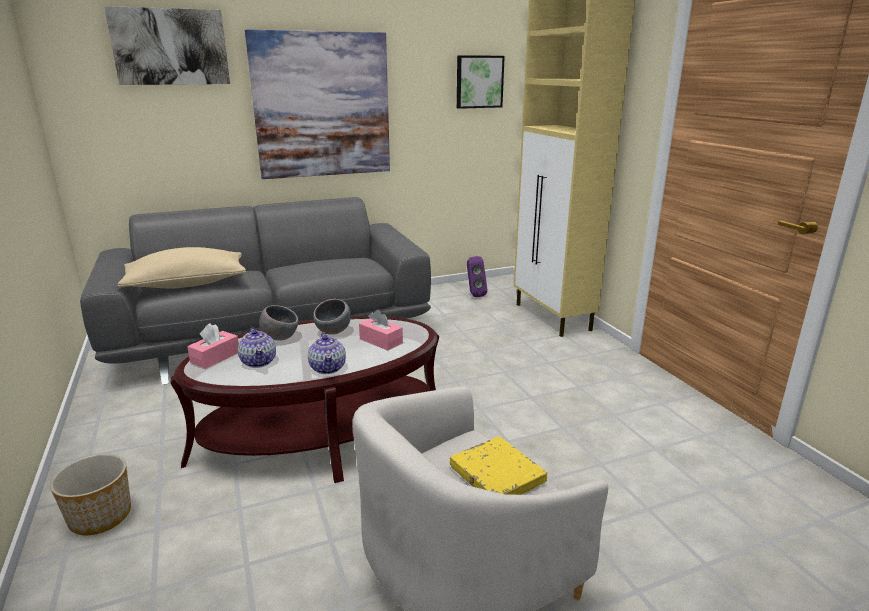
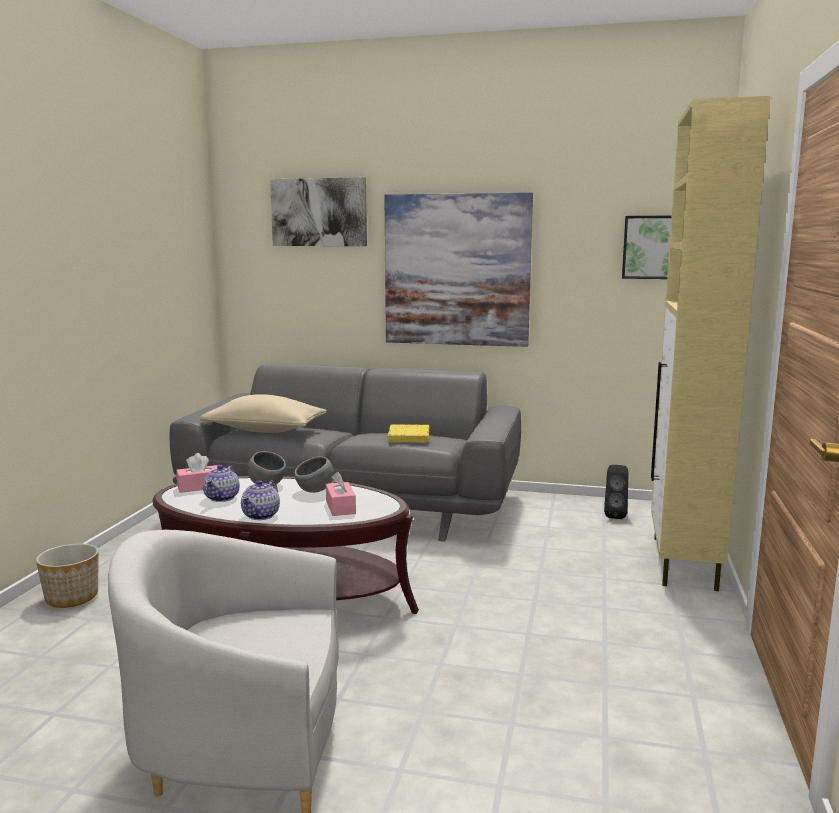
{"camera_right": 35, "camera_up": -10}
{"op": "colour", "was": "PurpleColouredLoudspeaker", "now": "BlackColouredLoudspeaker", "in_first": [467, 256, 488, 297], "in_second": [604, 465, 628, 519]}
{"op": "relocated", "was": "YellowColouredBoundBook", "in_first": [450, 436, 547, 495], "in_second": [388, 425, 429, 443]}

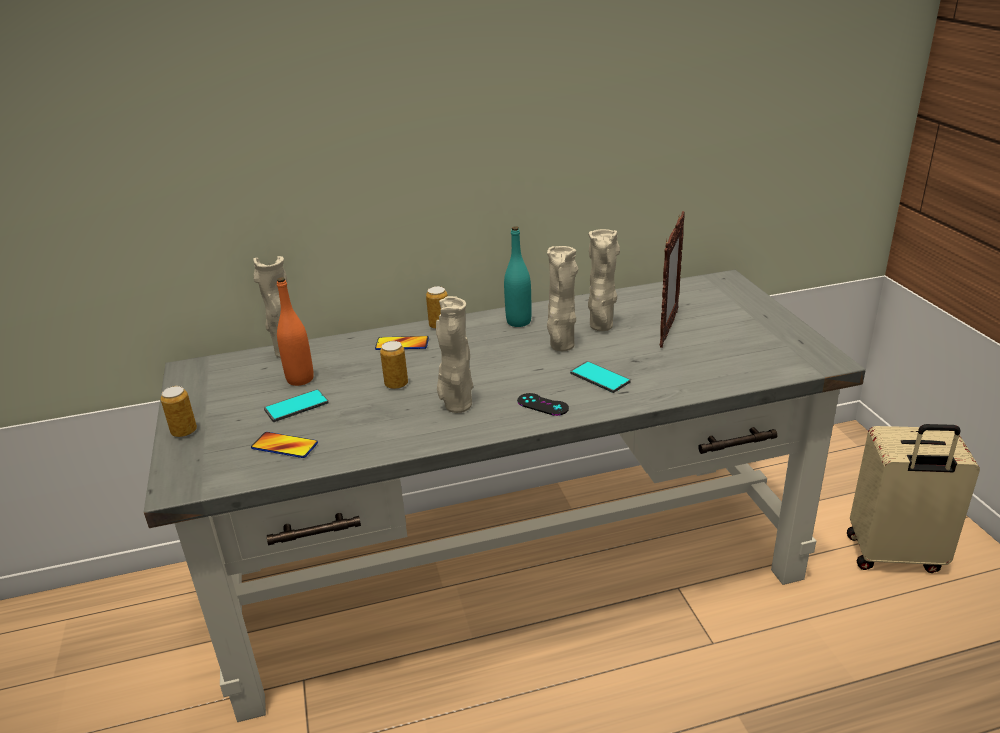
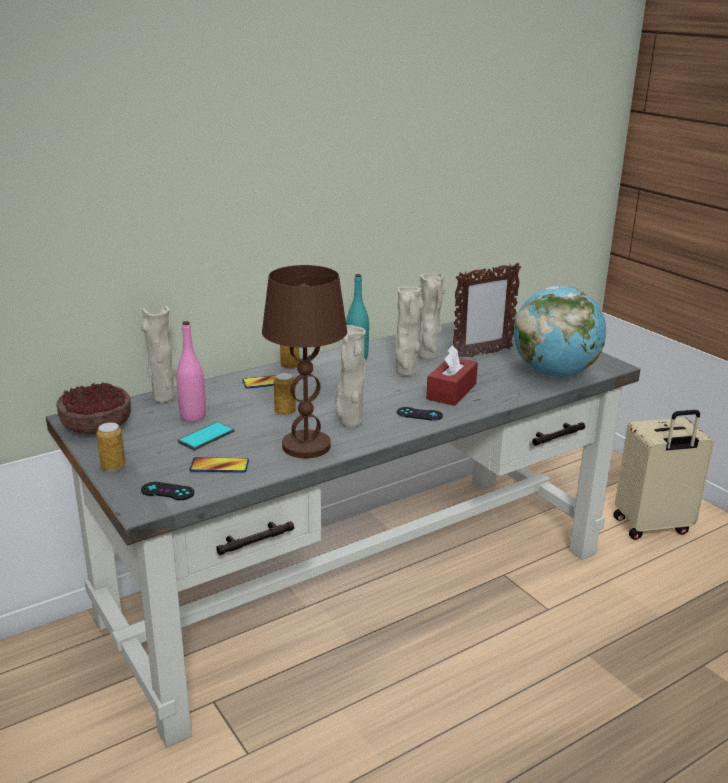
{"camera_right": -20, "camera_up": -5}
{"op": "spun", "was": "PictureFrame", "in_first": [660, 211, 685, 348], "in_second": [453, 263, 521, 357], "clockwise": 60}
{"op": "colour", "was": "OrangeColouredDrinkBottle", "now": "PinkishDrinkBottle", "in_first": [277, 277, 314, 386], "in_second": [176, 321, 206, 422]}
{"op": "exchanged", "was": "Handset", "now": "RedBoxOfTissues", "in_first": [570, 361, 631, 393], "in_second": [426, 345, 478, 406]}
{"op": "appeared", "now": "BrownishTableLamp", "in_second": [262, 265, 347, 458]}
{"op": "appeared", "now": "WorldGlobe", "in_second": [514, 286, 606, 377]}
{"op": "appeared", "now": "ServingBowl", "in_second": [57, 382, 131, 434]}
{"op": "appeared", "now": "BlackColouredGamepad", "in_second": [141, 482, 194, 500]}

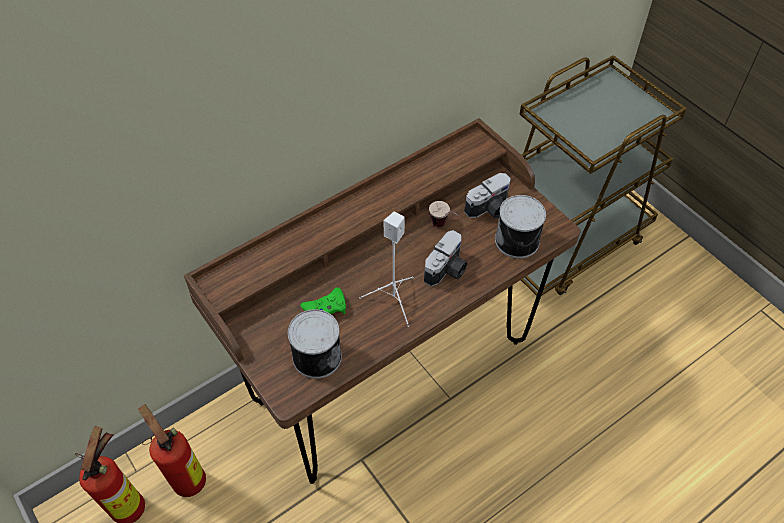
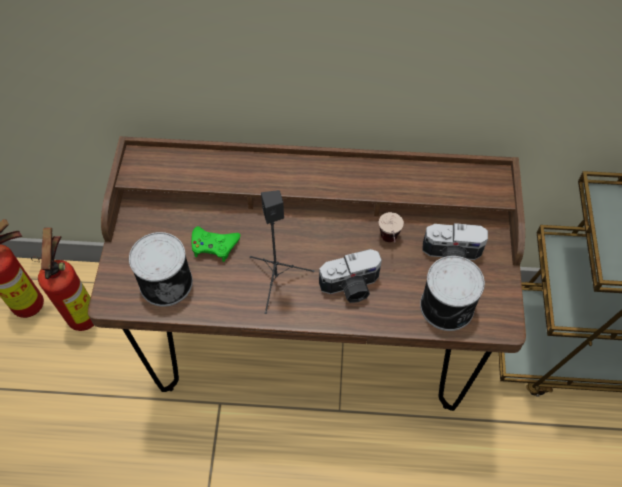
{"camera_right": 40, "camera_up": 5}
{"op": "colour", "was": "WhiteColouredLoudspeaker", "now": "BlackColouredLoudspeaker", "in_first": [359, 211, 413, 327], "in_second": [250, 190, 314, 314]}

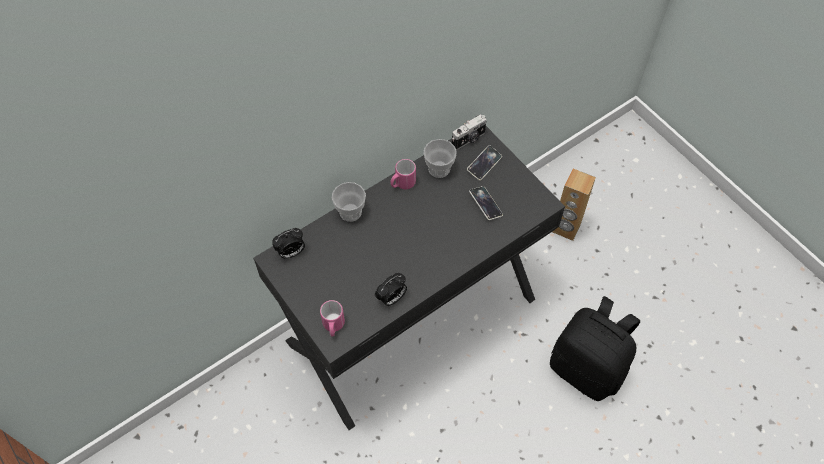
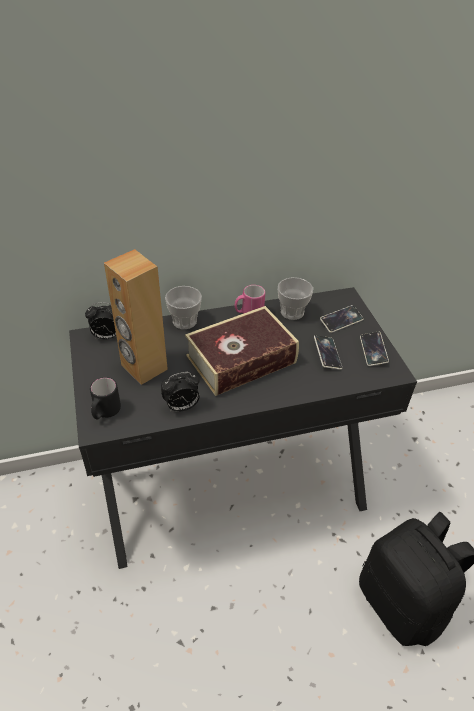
{"camera_right": 20, "camera_up": -15}
{"op": "missing", "was": "PhotoCamera", "in_first": [452, 114, 487, 150]}
{"op": "relocated", "was": "BrownishLoudspeaker", "in_first": [552, 168, 596, 241], "in_second": [104, 249, 168, 385]}
{"op": "colour", "was": "PinkishMug", "now": "BlackColouredMug", "in_first": [320, 300, 345, 337], "in_second": [90, 377, 121, 419]}
{"op": "appeared", "now": "BoundBook", "in_second": [185, 306, 299, 396]}
{"op": "appeared", "now": "Handset", "in_second": [360, 332, 389, 366]}

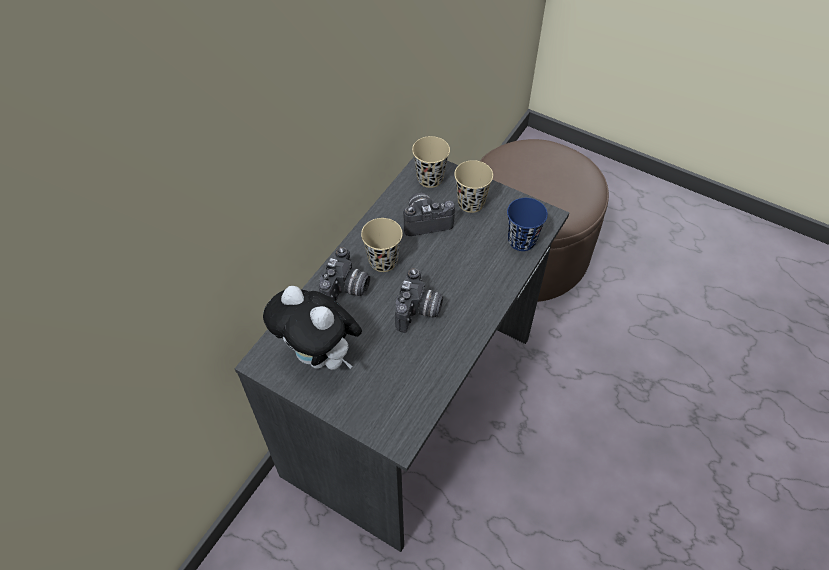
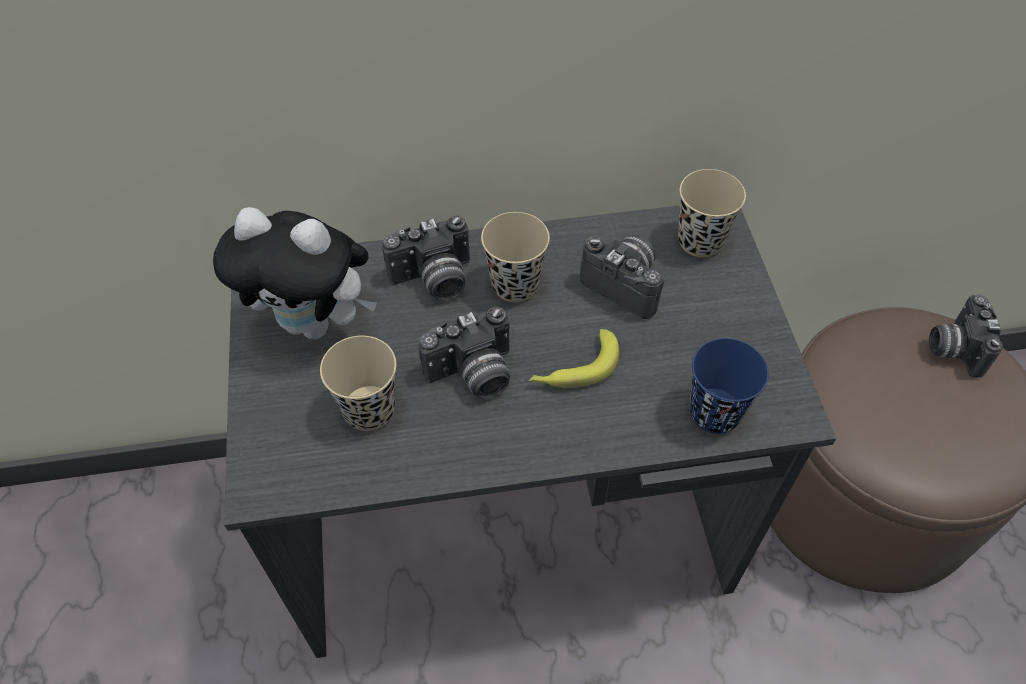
{"camera_right": 50, "camera_up": 0}
{"op": "relocated", "was": "SandColouredCup", "in_first": [454, 160, 493, 213], "in_second": [320, 336, 396, 431]}
{"op": "spun", "was": "PlushToy", "in_first": [263, 286, 362, 370], "in_second": [213, 207, 377, 340], "clockwise": -75}
{"op": "appeared", "now": "PhotoCamera", "in_second": [929, 294, 1003, 378]}
{"op": "appeared", "now": "Banana", "in_second": [529, 329, 619, 388]}

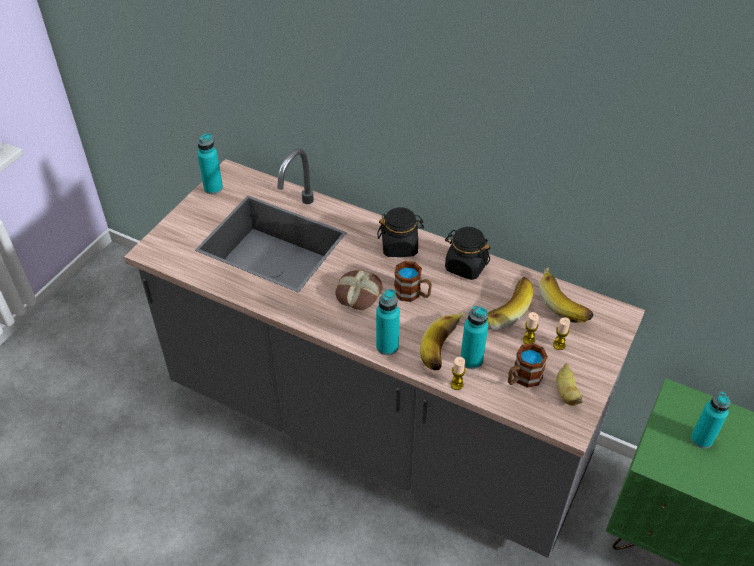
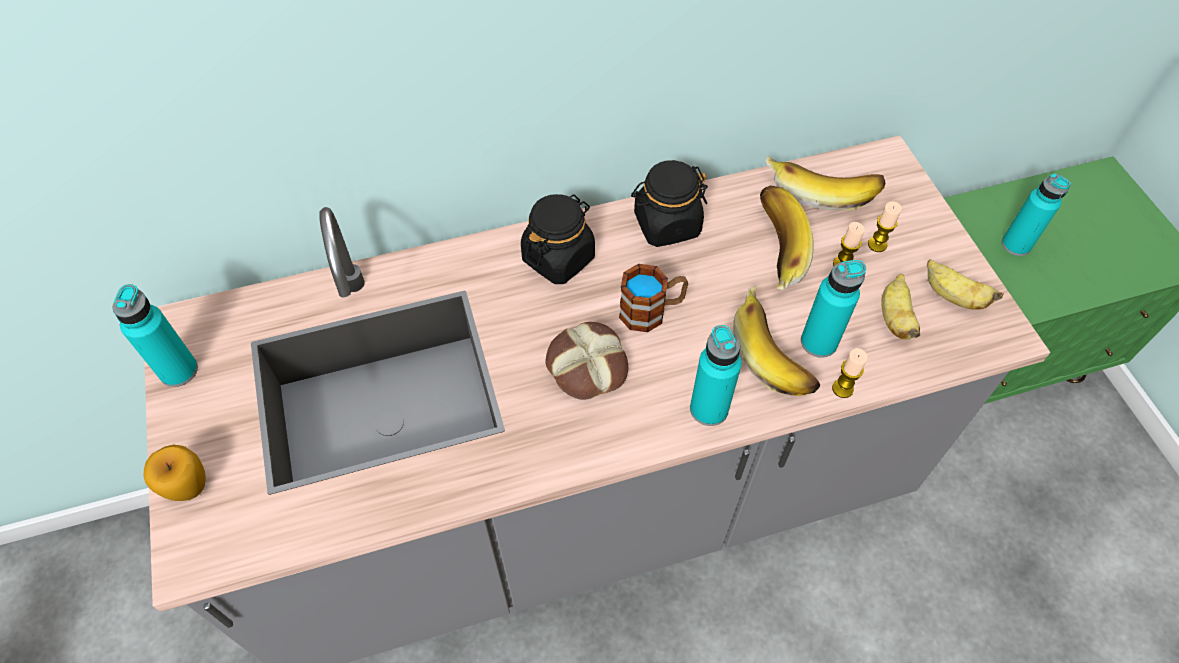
{"camera_right": -45, "camera_up": 10}
{"op": "exchanged", "was": "Mug", "now": "Banana", "in_first": [508, 343, 548, 388], "in_second": [881, 274, 920, 340]}
{"op": "appeared", "now": "WholeApple", "in_second": [144, 444, 206, 501]}

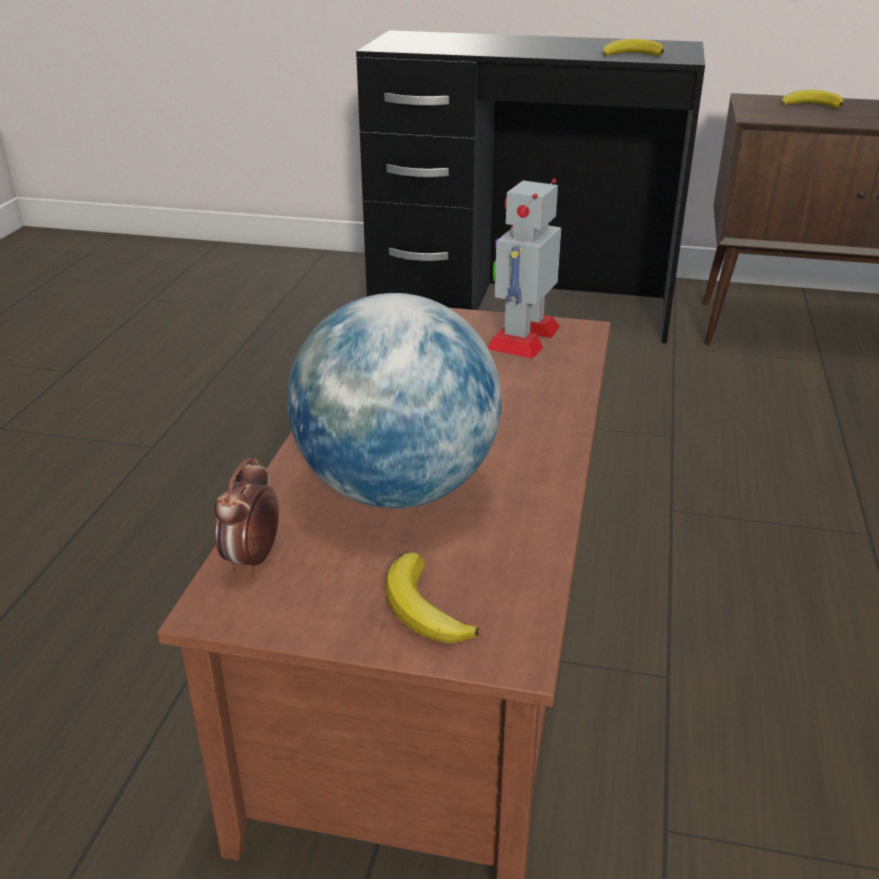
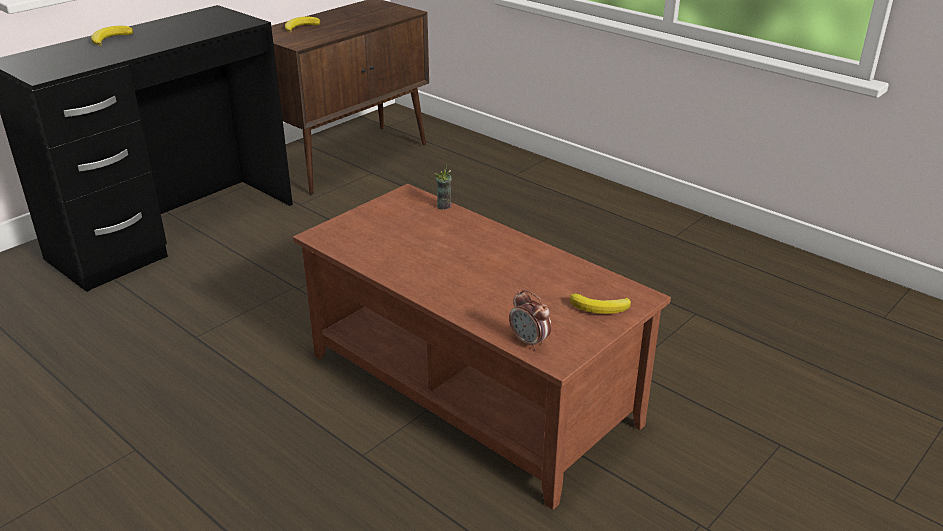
{"camera_right": -60, "camera_up": 0}
{"op": "relocated", "was": "Banana", "in_first": [603, 39, 664, 57], "in_second": [91, 26, 133, 46]}
{"op": "missing", "was": "RobotFigure", "in_first": [487, 179, 561, 359]}
{"op": "missing", "was": "WorldGlobe", "in_first": [287, 293, 502, 509]}
{"op": "appeared", "now": "Cup", "in_second": [434, 163, 452, 210]}

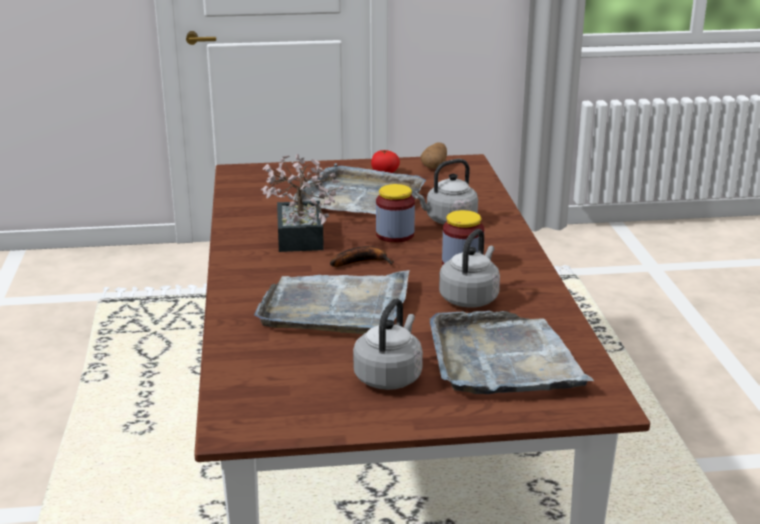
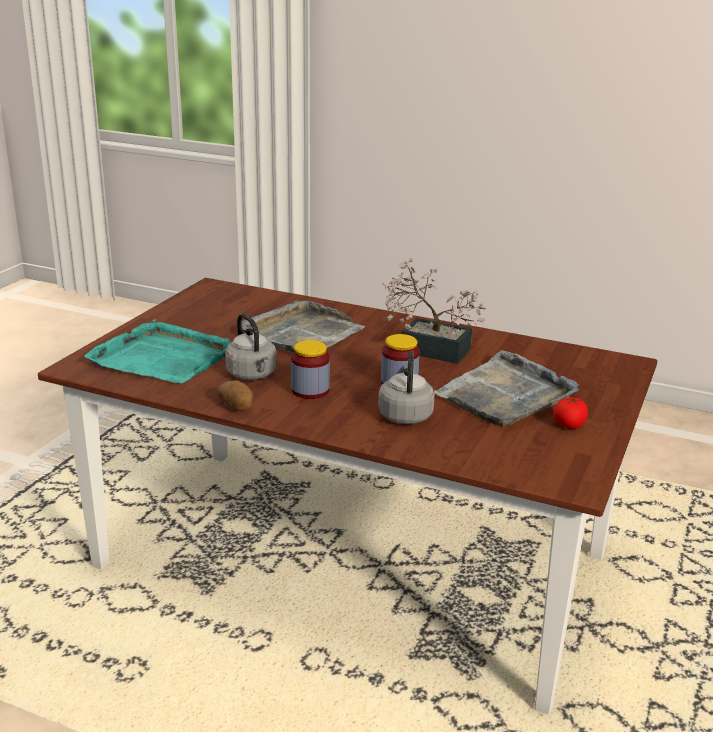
{"camera_right": 120, "camera_up": 0}
{"op": "relocated", "was": "Spud", "in_first": [421, 143, 447, 169], "in_second": [217, 380, 253, 411]}
{"op": "missing", "was": "Banana", "in_first": [330, 246, 394, 267]}
{"op": "missing", "was": "GrayTeaKettle", "in_first": [353, 298, 423, 390]}
{"op": "colour", "was": "GrayServingTray", "now": "BlueGreenServingTray", "in_first": [429, 311, 594, 394], "in_second": [84, 320, 231, 383]}

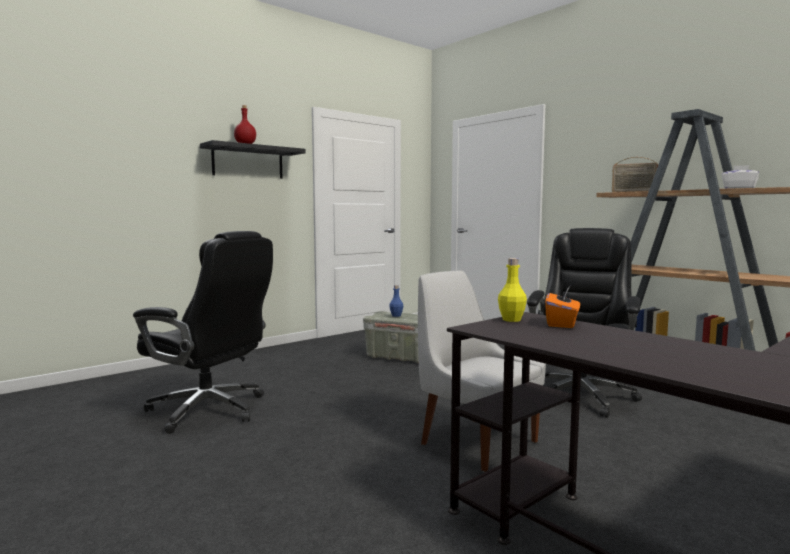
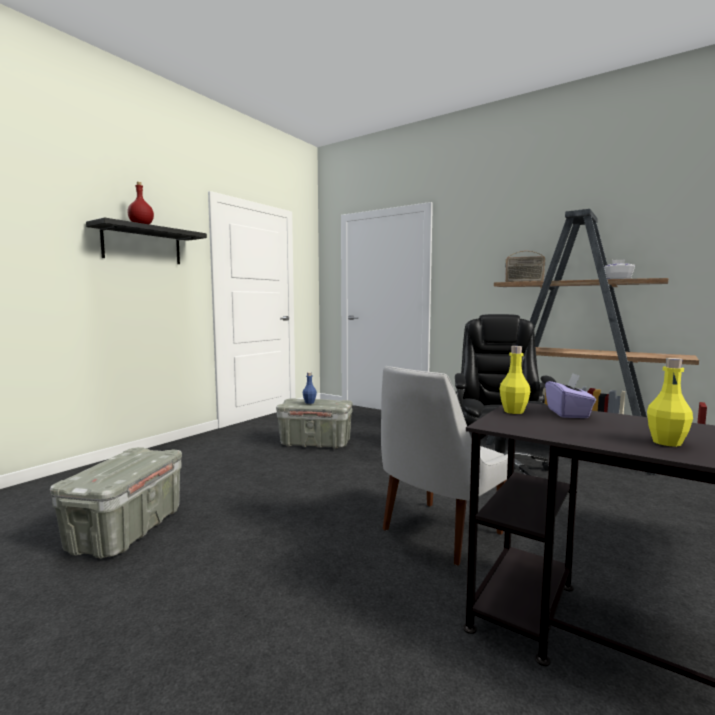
{"camera_right": -15, "camera_up": 0}
{"op": "exchanged", "was": "BlackColouredComputerChair", "now": "GrayStorageBin", "in_first": [133, 231, 273, 434], "in_second": [50, 447, 182, 559]}
{"op": "spun", "was": "WhiteColouredUprightChair", "in_first": [418, 271, 546, 472], "in_second": [381, 366, 508, 566], "clockwise": -75}
{"op": "colour", "was": "OrangeColouredBoxOfTissues", "now": "PurpleColouredBoxOfTissues", "in_first": [545, 286, 580, 328], "in_second": [545, 373, 596, 418]}
{"op": "appeared", "now": "YellowColouredDrinkBottle", "in_second": [647, 358, 693, 447]}

